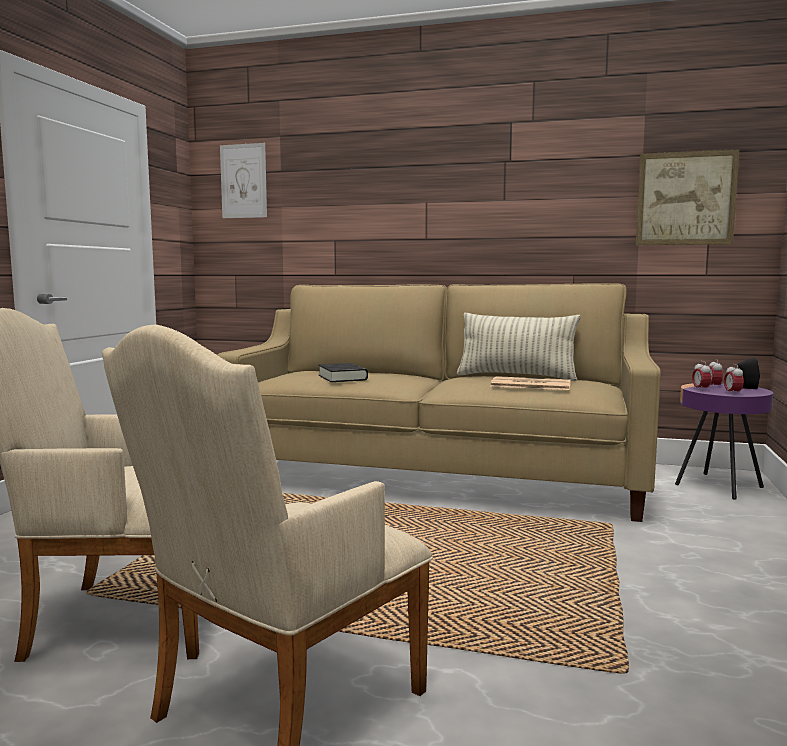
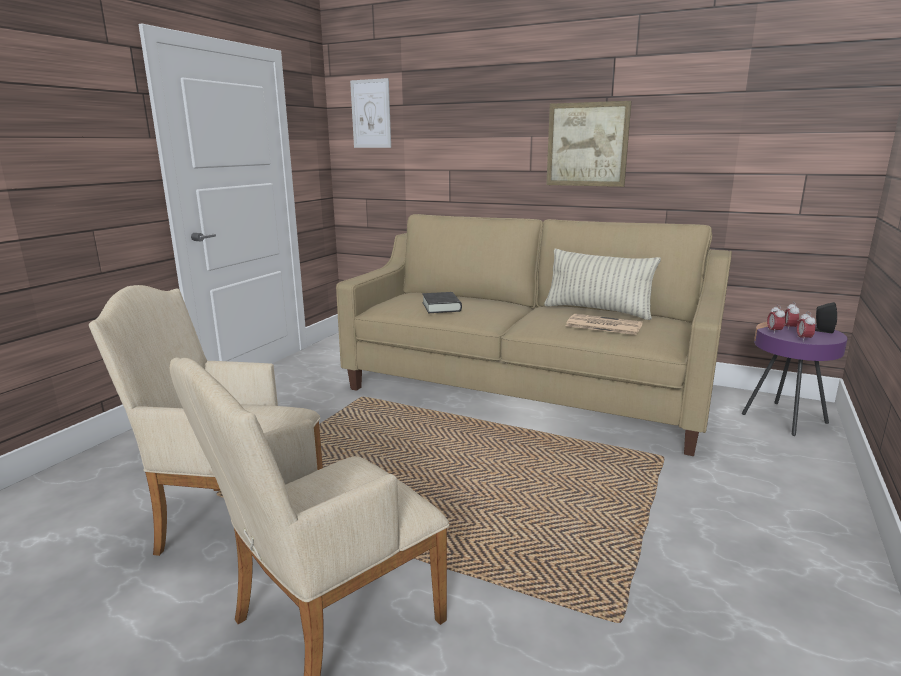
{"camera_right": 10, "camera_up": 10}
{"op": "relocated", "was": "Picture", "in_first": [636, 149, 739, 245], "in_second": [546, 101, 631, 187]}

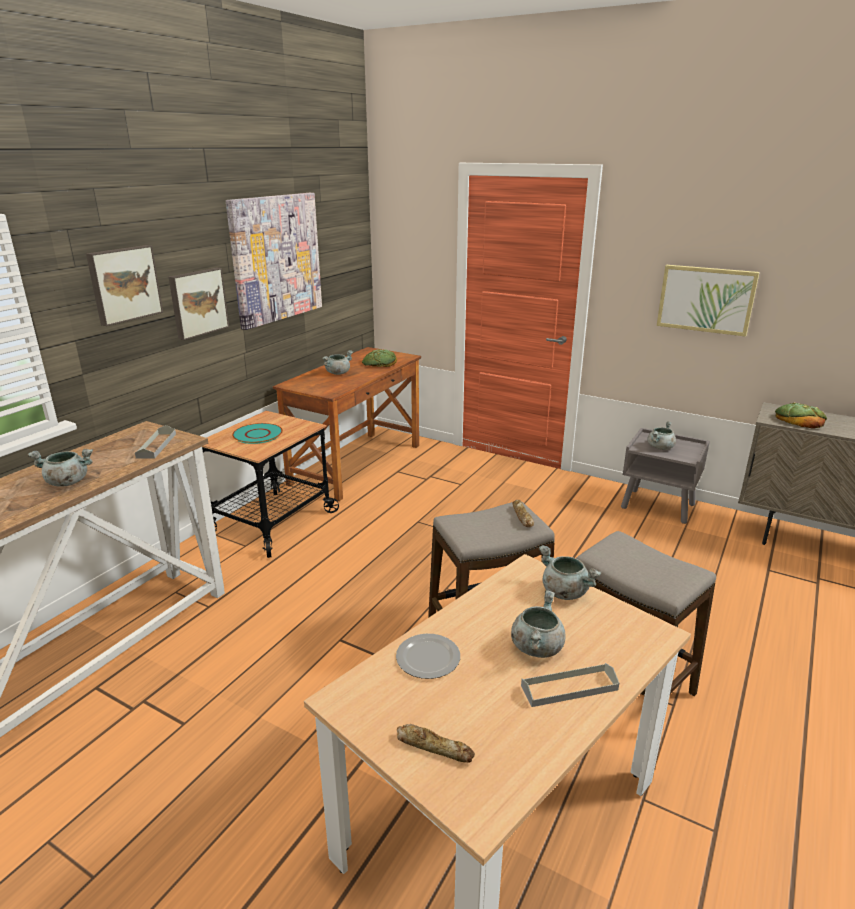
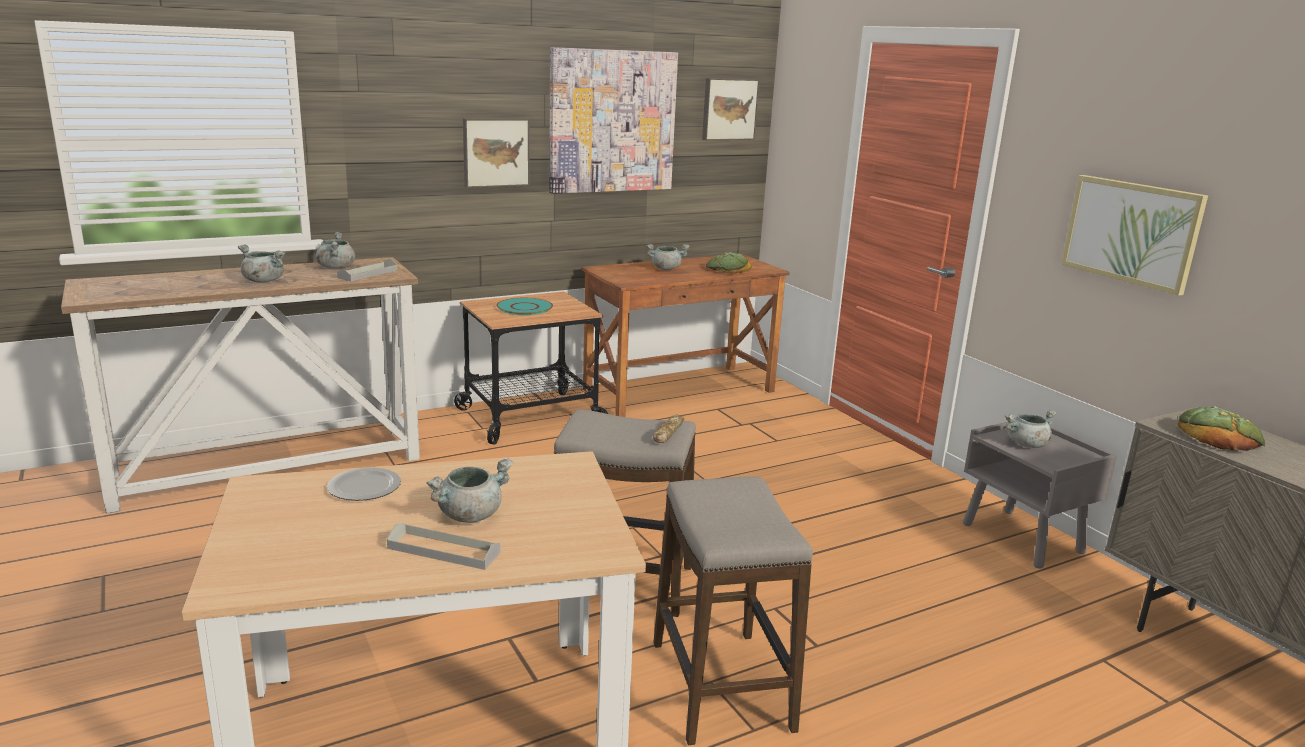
{"camera_right": 30, "camera_up": -5}
{"op": "relocated", "was": "Picture", "in_first": [86, 245, 163, 326], "in_second": [702, 78, 759, 140]}
{"op": "relocated", "was": "GrayStockpot", "in_first": [539, 545, 601, 600], "in_second": [316, 232, 355, 269]}
{"op": "missing", "was": "BakeryBread", "in_first": [397, 724, 475, 763]}

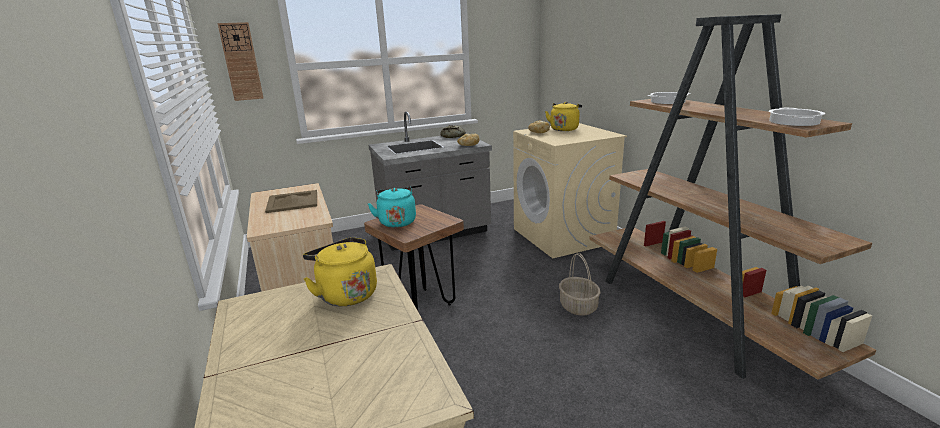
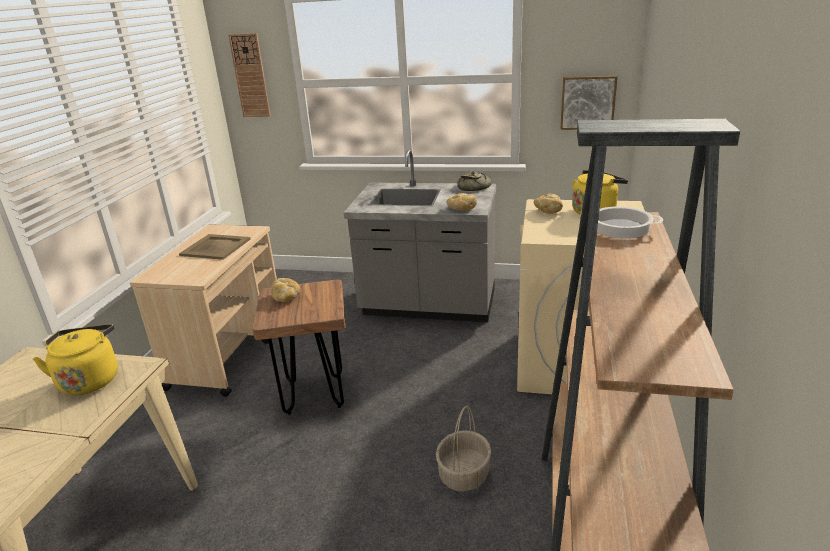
{"camera_right": 35, "camera_up": 5}
{"op": "missing", "was": "Stockpot", "in_first": [769, 108, 825, 126]}
{"op": "exchanged", "was": "BlueGreenTeaKettle", "now": "BakeryBread", "in_first": [368, 187, 416, 228], "in_second": [271, 278, 300, 302]}
{"op": "appeared", "now": "Picture", "in_second": [560, 75, 617, 130]}

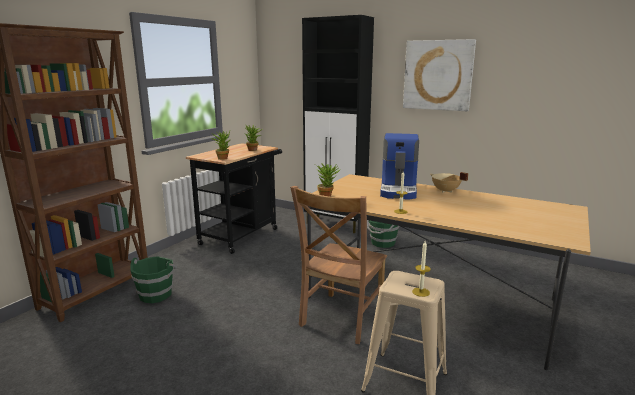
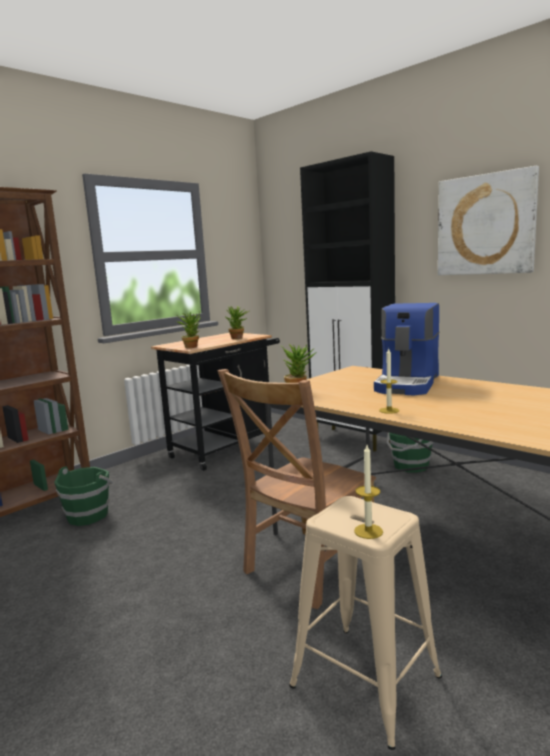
{"camera_right": 15, "camera_up": -5}
{"op": "missing", "was": "SandColouredStockpot", "in_first": [430, 172, 469, 193]}

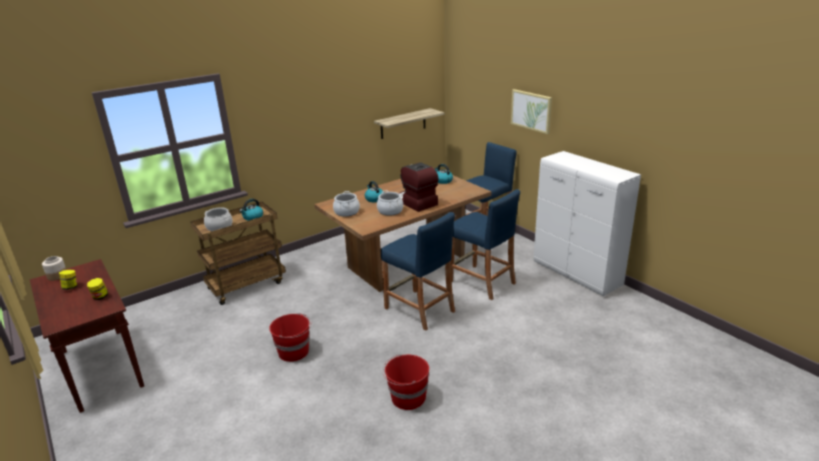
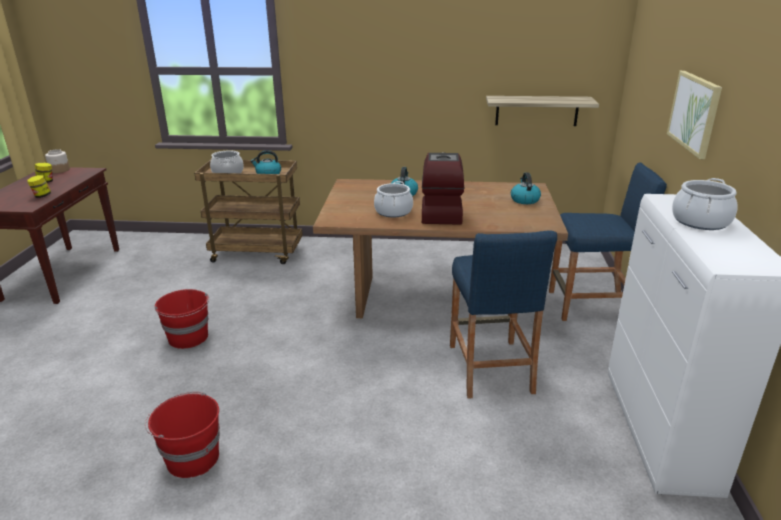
{"camera_right": 40, "camera_up": 0}
{"op": "relocated", "was": "Stockpot", "in_first": [333, 191, 360, 217], "in_second": [672, 178, 738, 230]}
{"op": "missing", "was": "BlueSittingStool", "in_first": [381, 212, 455, 331]}

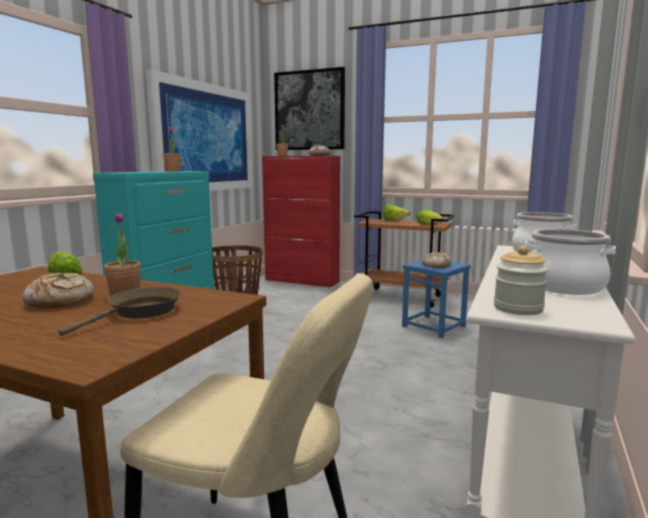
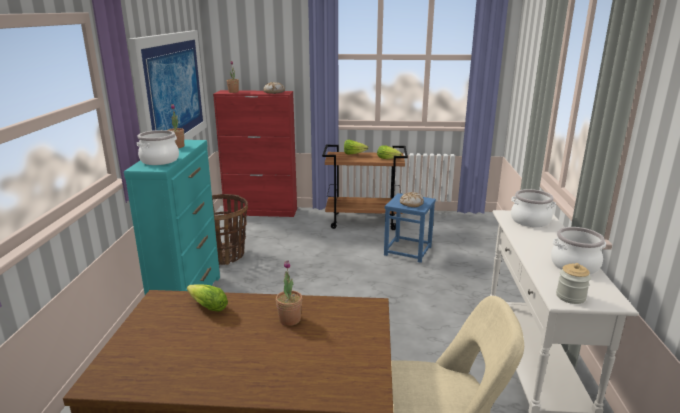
{"camera_right": -20, "camera_up": 10}
{"op": "missing", "was": "Picture", "in_first": [274, 67, 345, 150]}
{"op": "missing", "was": "BakeryBread", "in_first": [22, 273, 94, 308]}
{"op": "missing", "was": "BrownishSkillet", "in_first": [59, 287, 181, 336]}
{"op": "appeared", "now": "Stockpot", "in_second": [137, 130, 179, 165]}

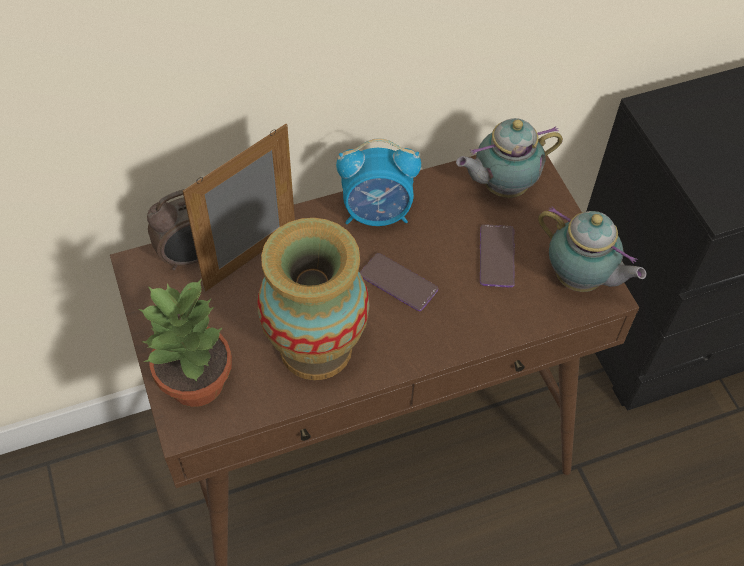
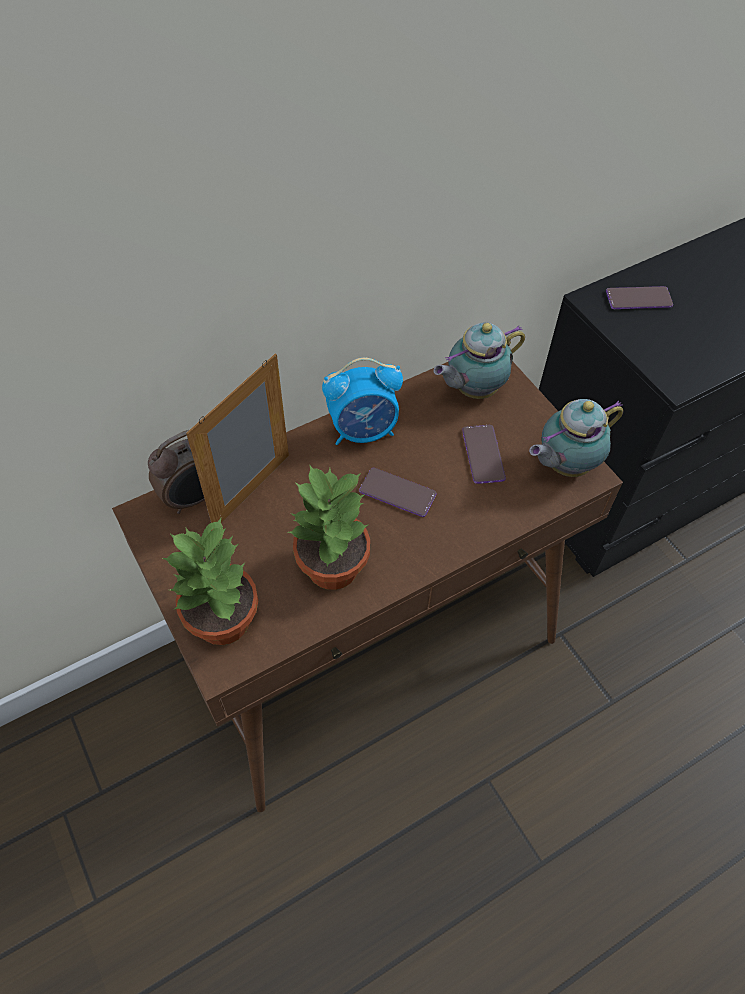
{"camera_right": -10, "camera_up": 0}
{"op": "spun", "was": "Teapot", "in_first": [538, 206, 646, 292], "in_second": [529, 399, 624, 477], "clockwise": 120}
{"op": "exchanged", "was": "FlowerVase", "now": "Houseplant", "in_first": [257, 218, 370, 380], "in_second": [288, 464, 370, 590]}
{"op": "appeared", "now": "Handset", "in_second": [606, 286, 673, 309]}

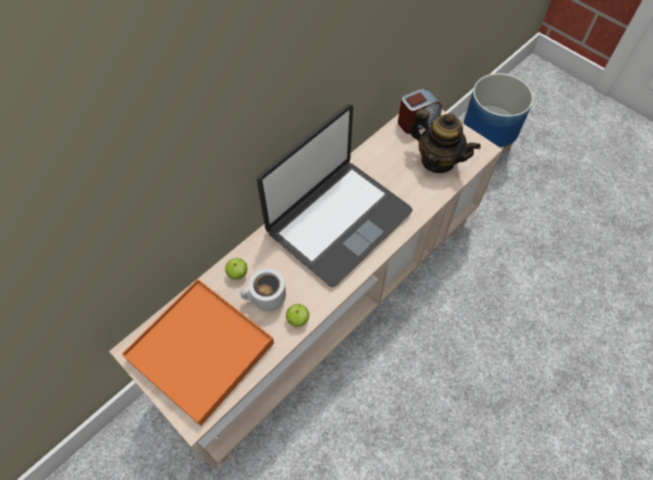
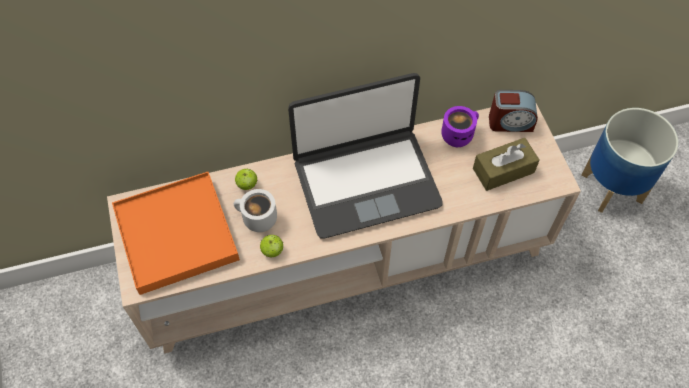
{"camera_right": 30, "camera_up": 0}
{"op": "exchanged", "was": "Teapot", "now": "BrownishBoxOfTissues", "in_first": [409, 109, 481, 173], "in_second": [473, 138, 539, 191]}
{"op": "appeared", "now": "PurpleColouredMug", "in_second": [441, 106, 479, 147]}

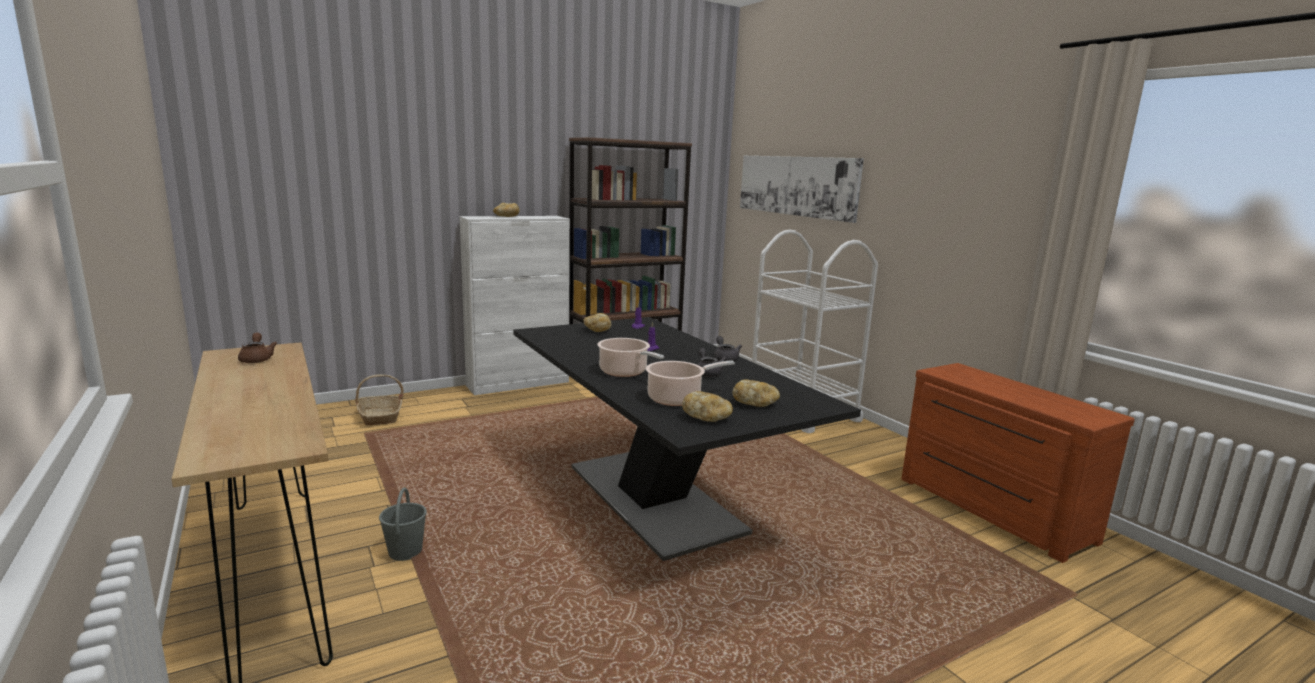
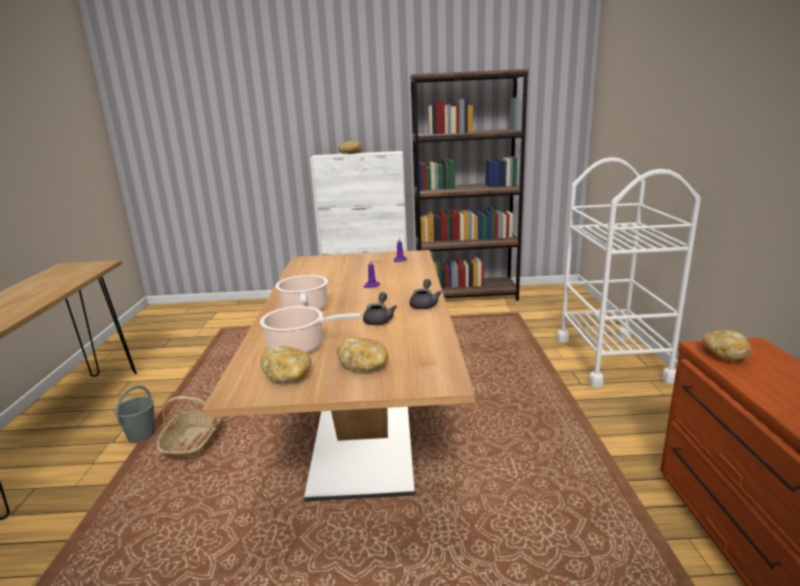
{"camera_right": 30, "camera_up": 5}
{"op": "missing", "was": "Picture", "in_first": [740, 156, 864, 223]}
{"op": "relocated", "was": "BakeryBread", "in_first": [583, 313, 611, 332], "in_second": [702, 330, 751, 361]}
{"op": "colour", "was": "BlackColouredKitchenTable", "now": "SandColouredKitchenTable", "in_first": [513, 317, 861, 561], "in_second": [202, 250, 475, 501]}
{"op": "missing", "was": "BrownishTeapot", "in_first": [238, 333, 277, 363]}
{"op": "relocated", "was": "StorageBasket", "in_first": [355, 374, 404, 425], "in_second": [157, 396, 223, 460]}

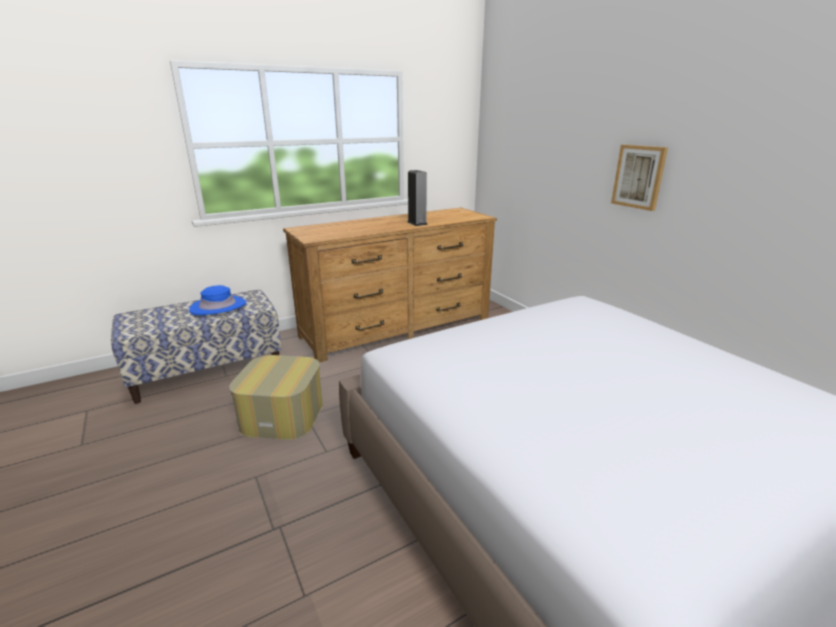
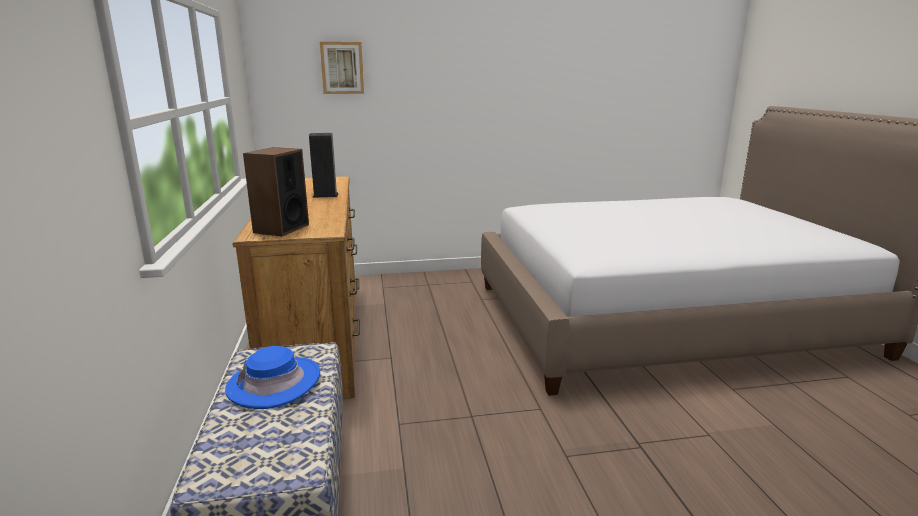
{"camera_right": -70, "camera_up": -5}
{"op": "relocated", "was": "Picture", "in_first": [611, 145, 668, 211], "in_second": [320, 42, 364, 94]}
{"op": "missing", "was": "Pouffe", "in_first": [229, 355, 323, 440]}
{"op": "appeared", "now": "Loudspeaker", "in_second": [243, 147, 309, 236]}

